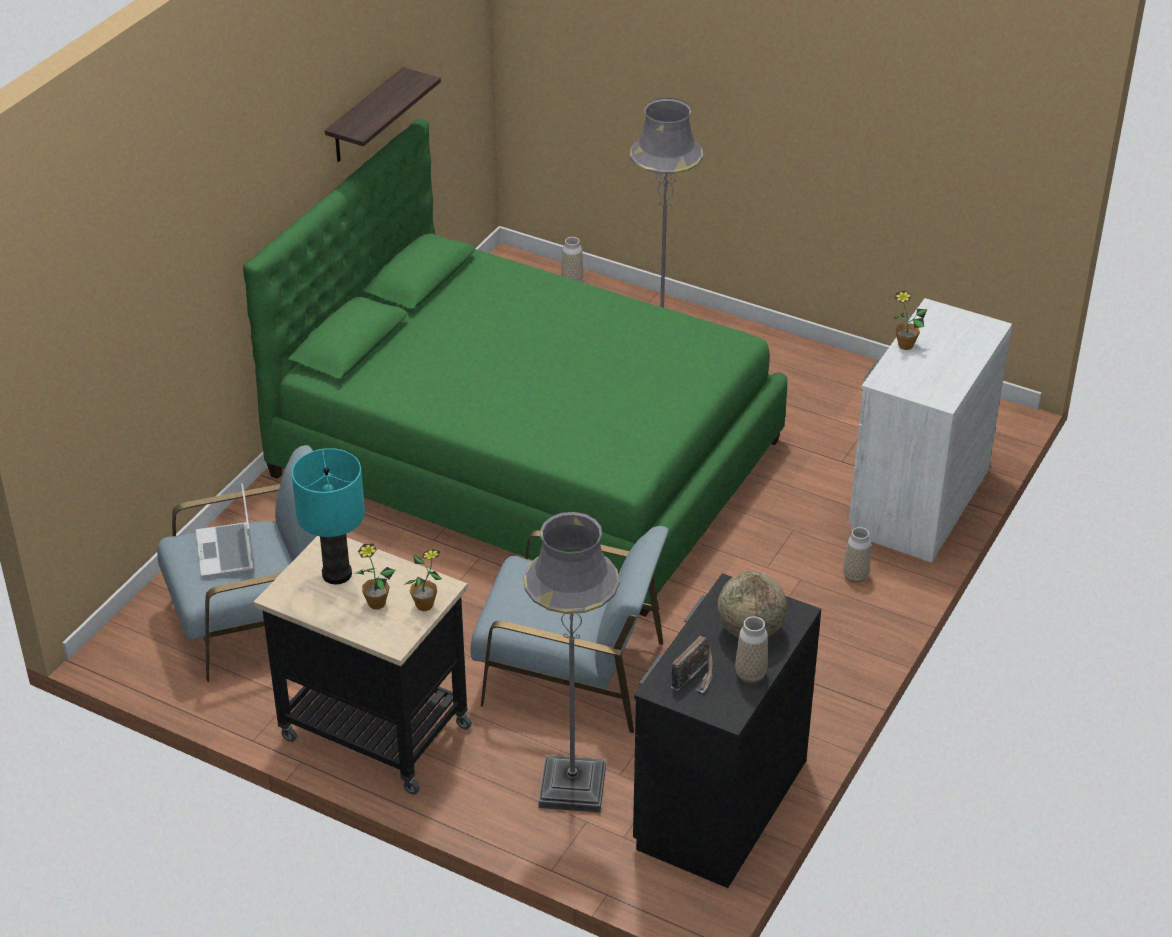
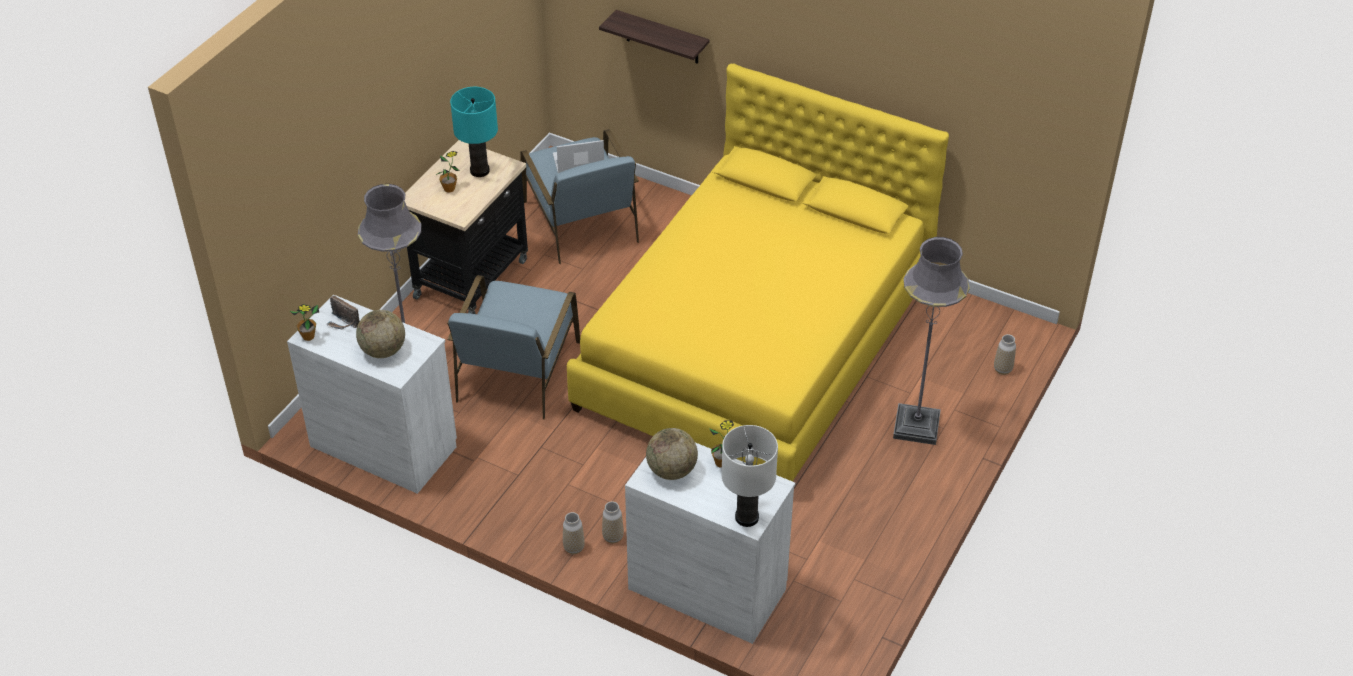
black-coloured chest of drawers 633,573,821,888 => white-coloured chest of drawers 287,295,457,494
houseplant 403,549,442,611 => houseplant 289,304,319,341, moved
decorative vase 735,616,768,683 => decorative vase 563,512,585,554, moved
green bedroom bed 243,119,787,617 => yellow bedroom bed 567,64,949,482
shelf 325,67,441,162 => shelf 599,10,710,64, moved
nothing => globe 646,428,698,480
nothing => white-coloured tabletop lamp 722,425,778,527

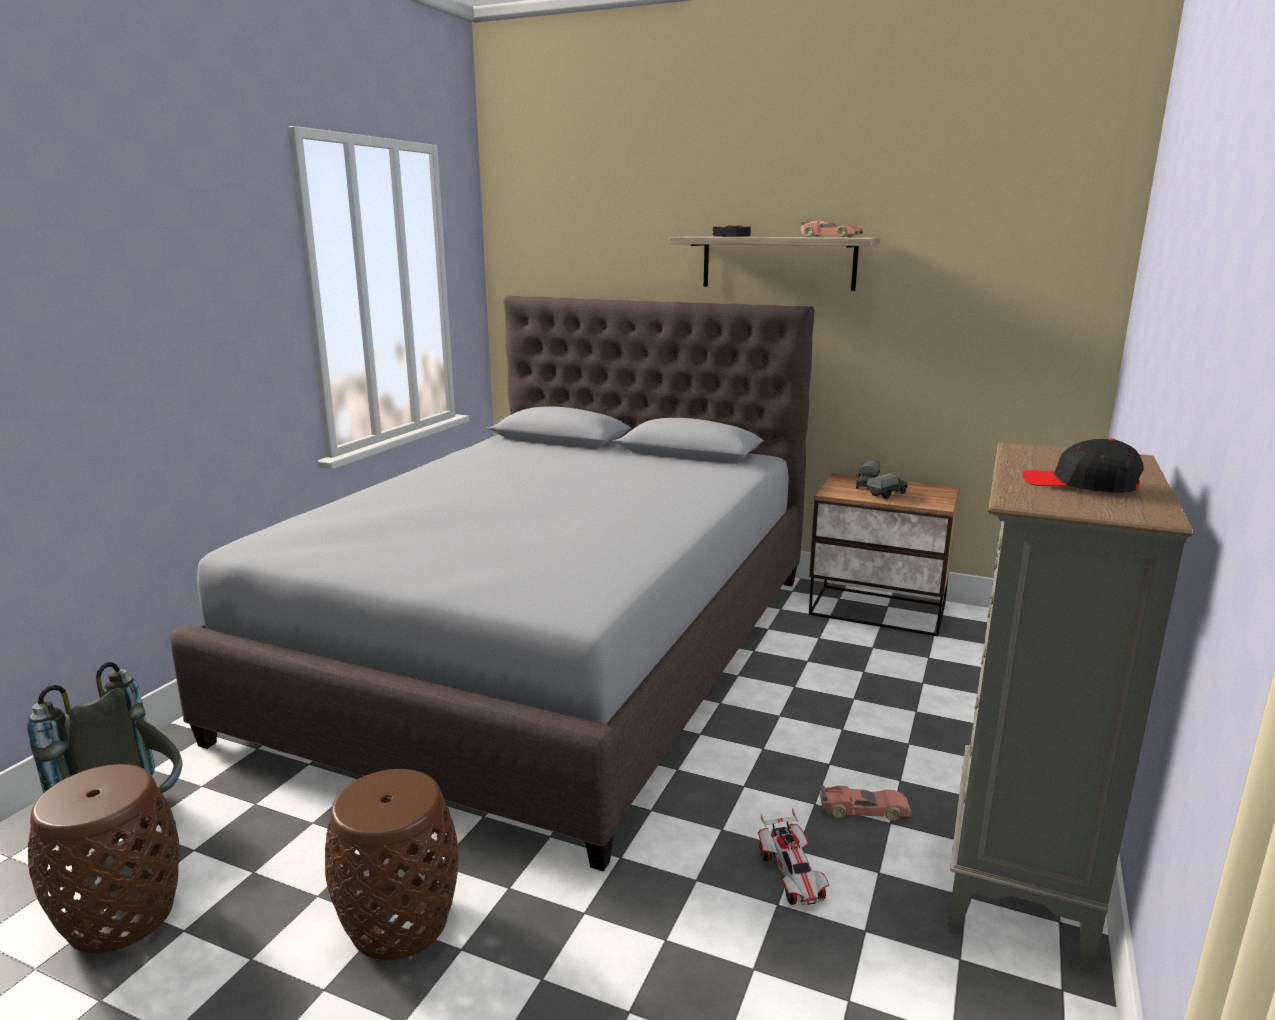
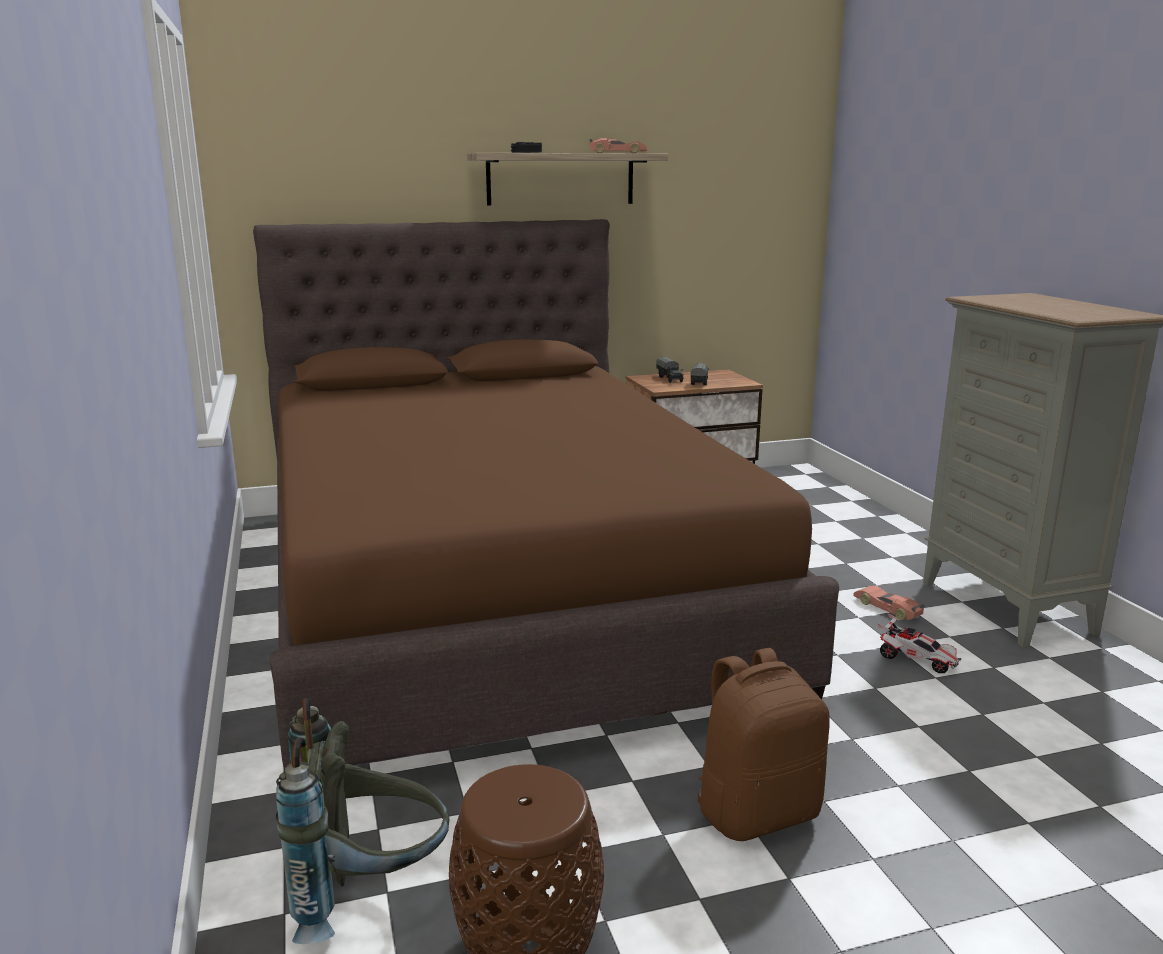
greyish bedroom bed 170,296,815,872 => brown-coloured bedroom bed 253,219,839,770
brown-coloured sitting stool 325,769,458,960 => brown-coloured knapsack 697,648,830,841
toy car 820,785,912,821 => toy car 853,585,924,620, 90 degrees counterclockwise
black-coloured baseball cap 1022,438,1143,492 => nothing

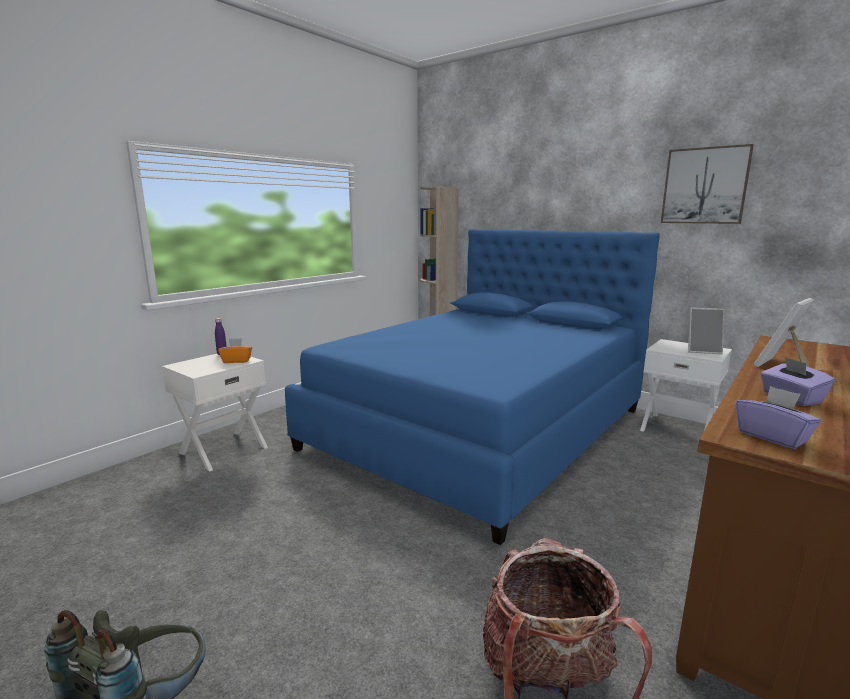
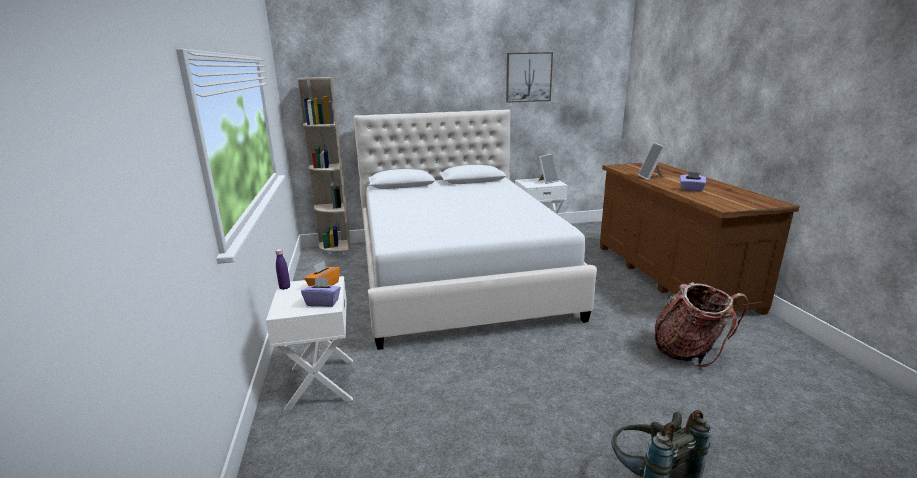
purple-coloured box of tissues 736,386,821,449 => purple-coloured box of tissues 301,278,341,307, moved
bluish bedroom bed 285,229,660,545 => white-coloured bedroom bed 354,109,597,350

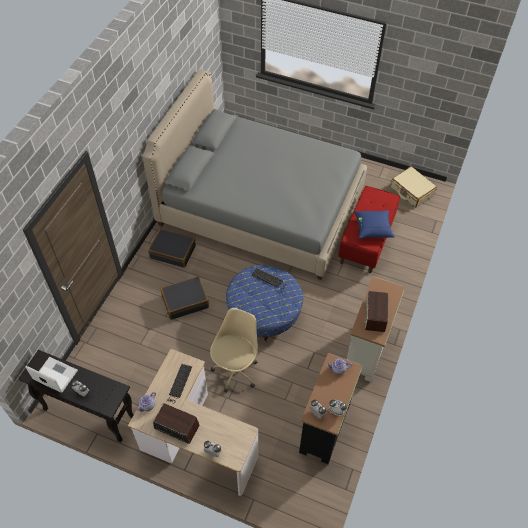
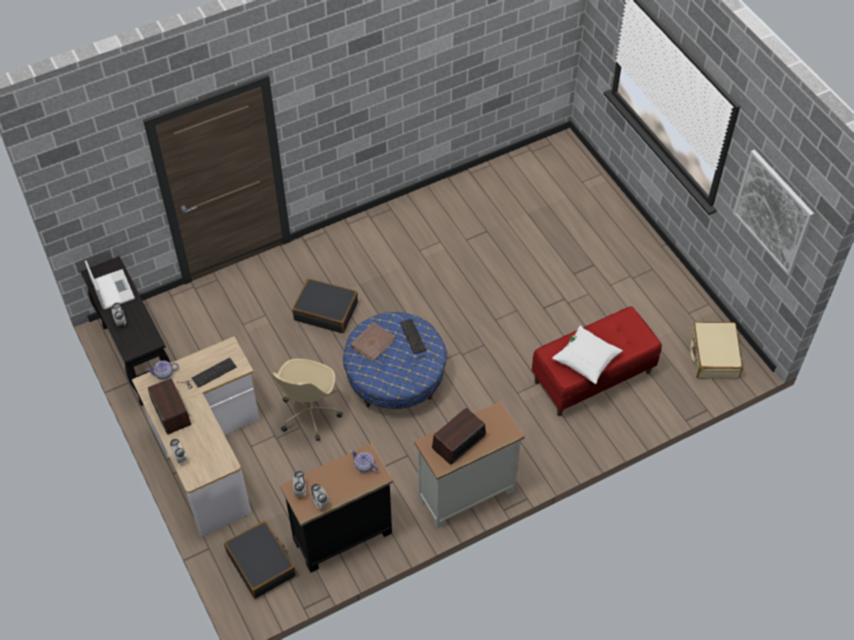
black-coloured suitcase 148,229,196,268 => black-coloured suitcase 224,521,296,599, moved
beige-coloured office chair 210,308,258,393 => beige-coloured office chair 273,359,342,441, 135 degrees clockwise
nothing => brown-coloured volume 350,322,395,362
bluish pillow 354,210,395,239 => white-coloured pillow 552,325,623,384
nothing => wall art 733,149,814,276
greyish bedroom bed 142,70,367,280 => nothing

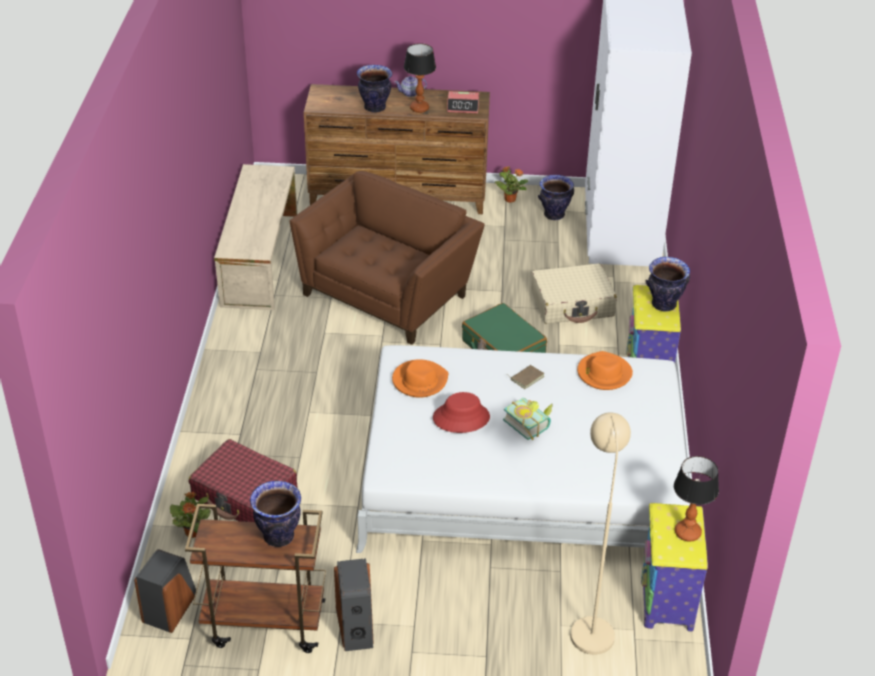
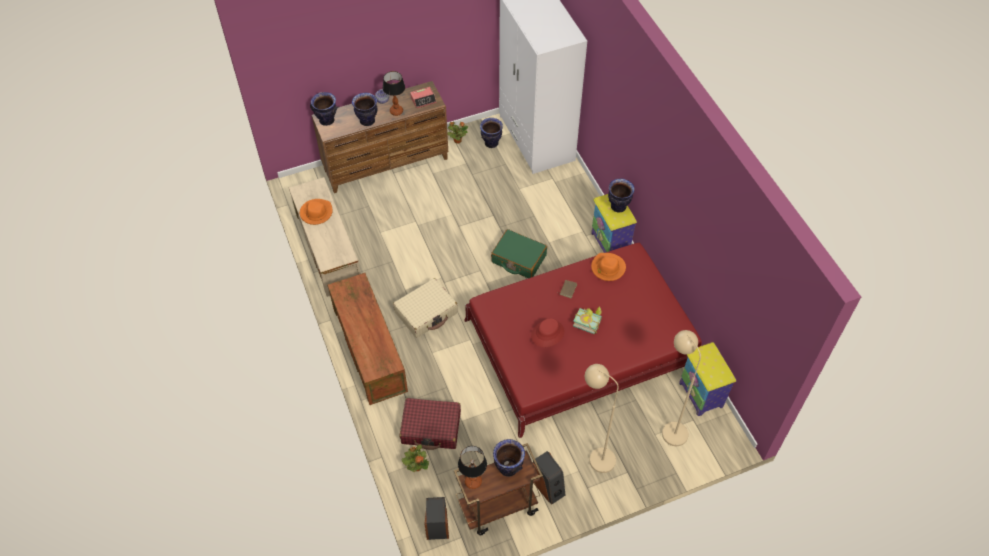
orange clothing hat 392,359,448,398 => orange clothing hat 300,199,333,225, moved
nothing => decorative vase 310,92,338,126
nothing => brown-coloured indoor bench 327,273,408,405
beige-coloured suitcase 531,263,617,324 => beige-coloured suitcase 393,278,458,338, moved
tabletop lamp 674,456,719,541 => tabletop lamp 458,446,487,489, moved
white-coloured bedroom bed 356,345,690,553 => reddish bedroom bed 464,243,702,438
nothing => beige-coloured standing lamp 585,364,619,473
brown-coloured armchair 289,171,485,345 => nothing

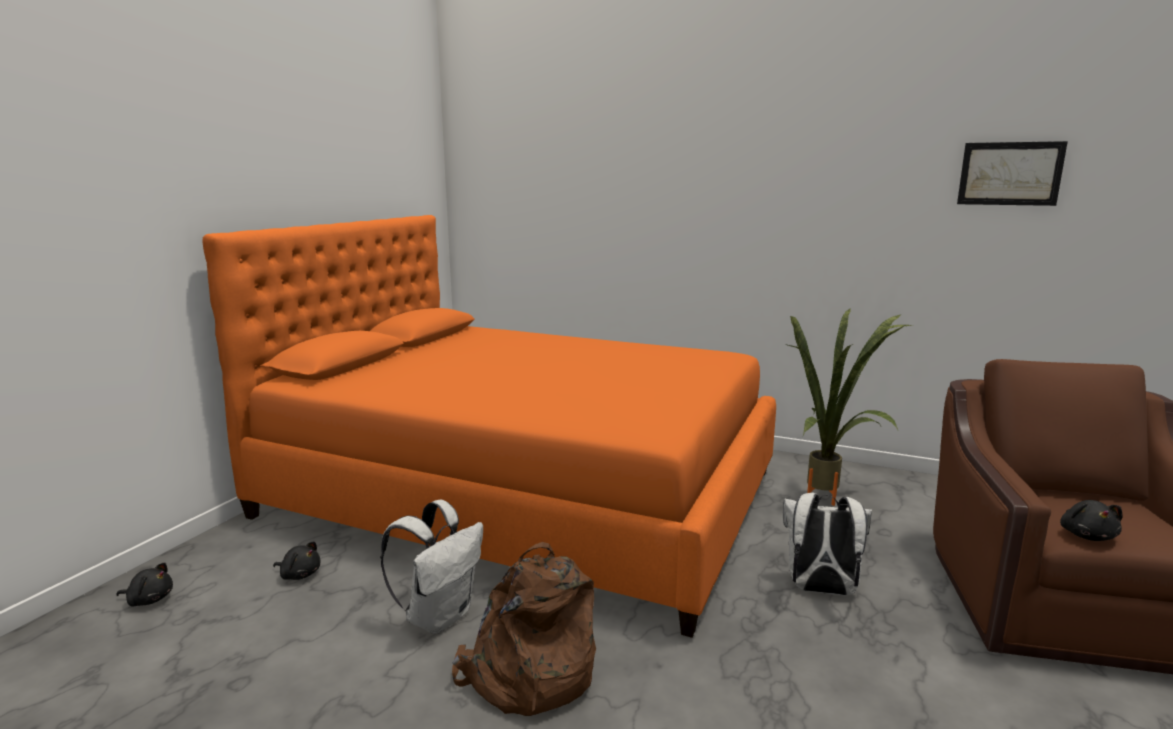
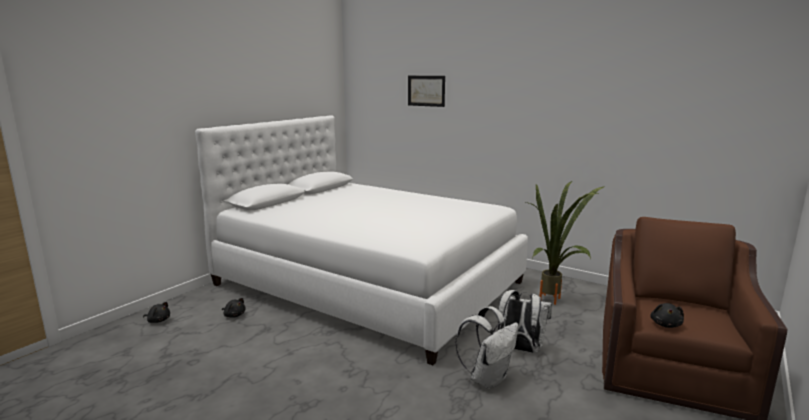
orange bedroom bed 202,215,776,638 => white-coloured bedroom bed 195,115,528,365
wall art 957,141,1068,206 => wall art 408,76,445,107, moved
white-coloured knapsack 380,500,483,634 => white-coloured knapsack 455,306,518,389, moved
brown-coloured knapsack 452,542,596,716 => nothing

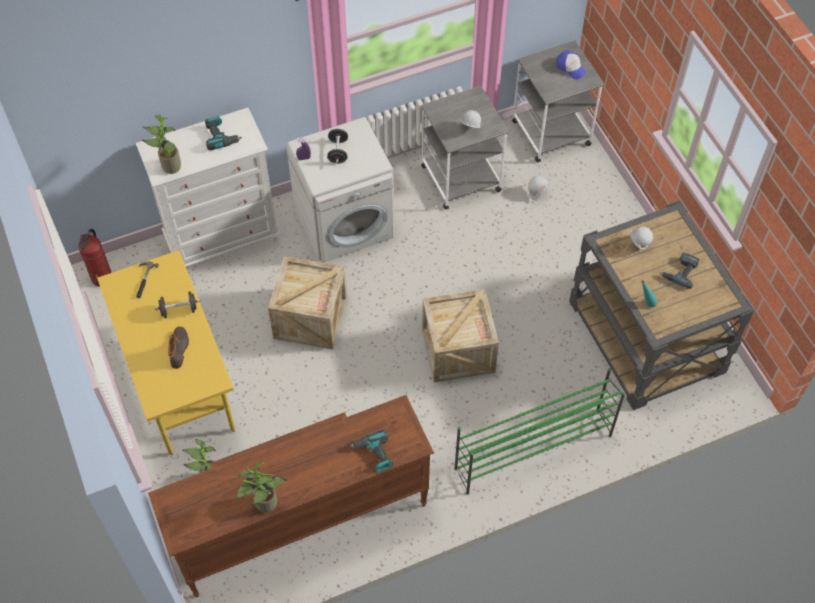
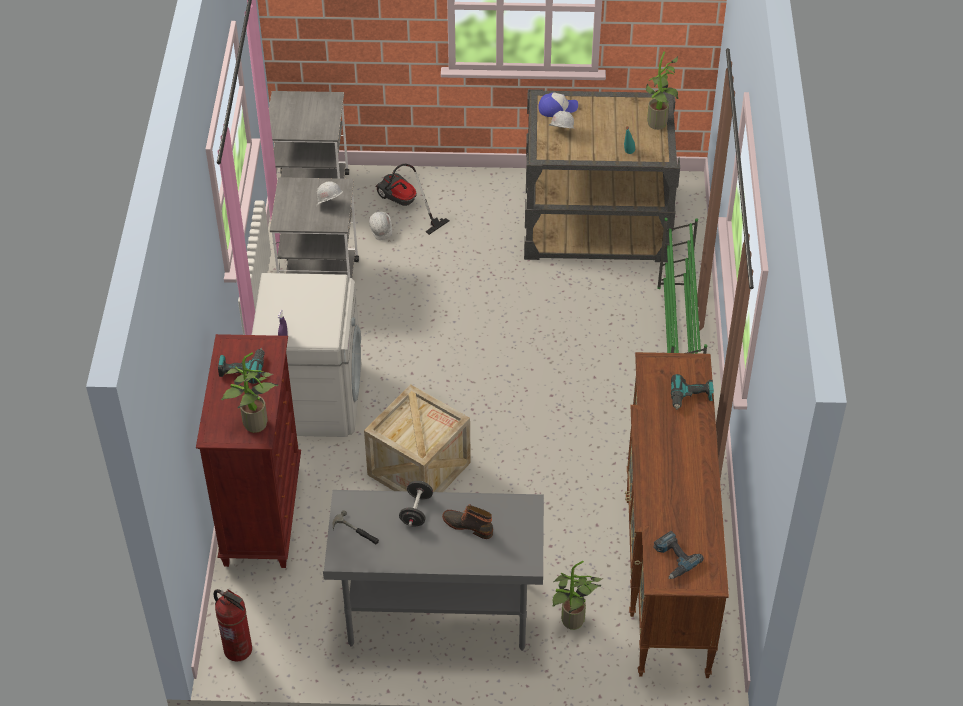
white-coloured chest of drawers 136,108,280,266 => reddish chest of drawers 196,334,301,568
yellow desk table 96,251,235,455 => greyish desk table 323,490,544,651
nothing => vacuum 375,163,449,235
baseball cap 556,51,587,80 => baseball cap 538,92,578,117, moved
houseplant 236,462,287,513 => houseplant 646,52,678,130, moved
drill 660,252,700,289 => drill 653,531,704,579, moved
black-coloured free weight 327,129,348,163 => nothing
packing crate 422,289,499,383 => nothing

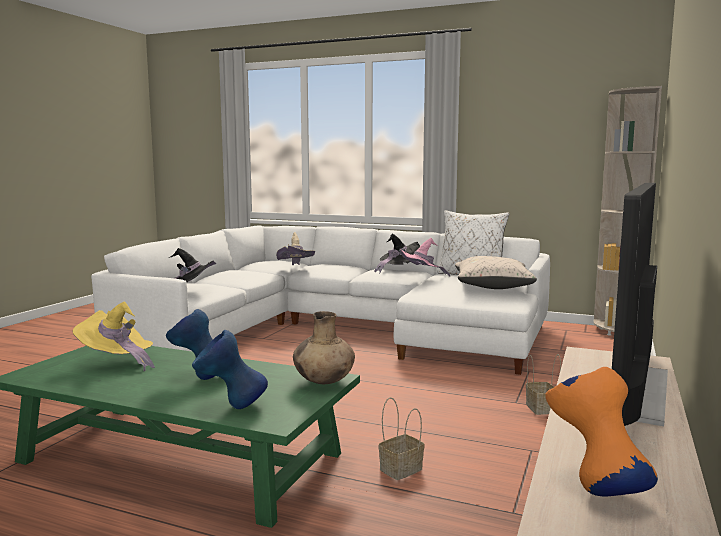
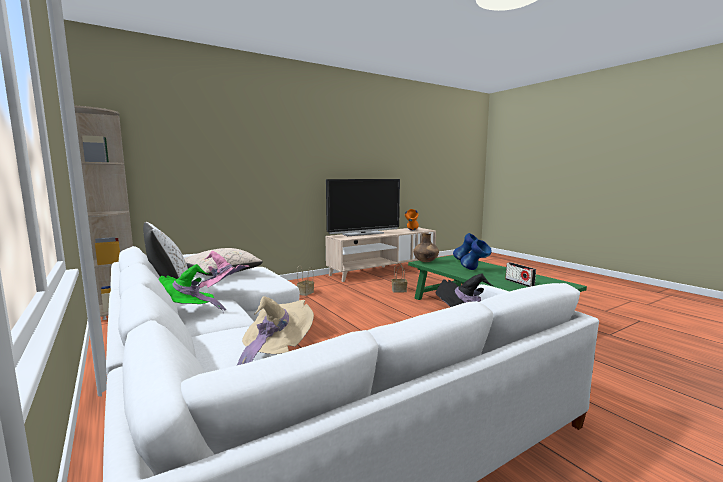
black-coloured clothing hat 374,234,420,273 => green clothing hat 158,264,226,313
yellow clothing hat 73,302,155,371 => radio 505,262,536,287

